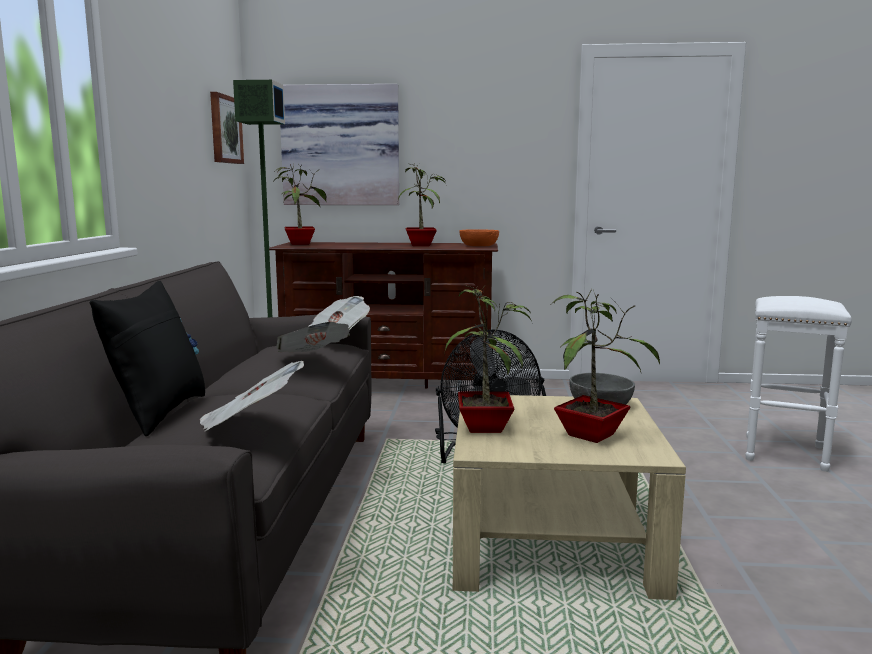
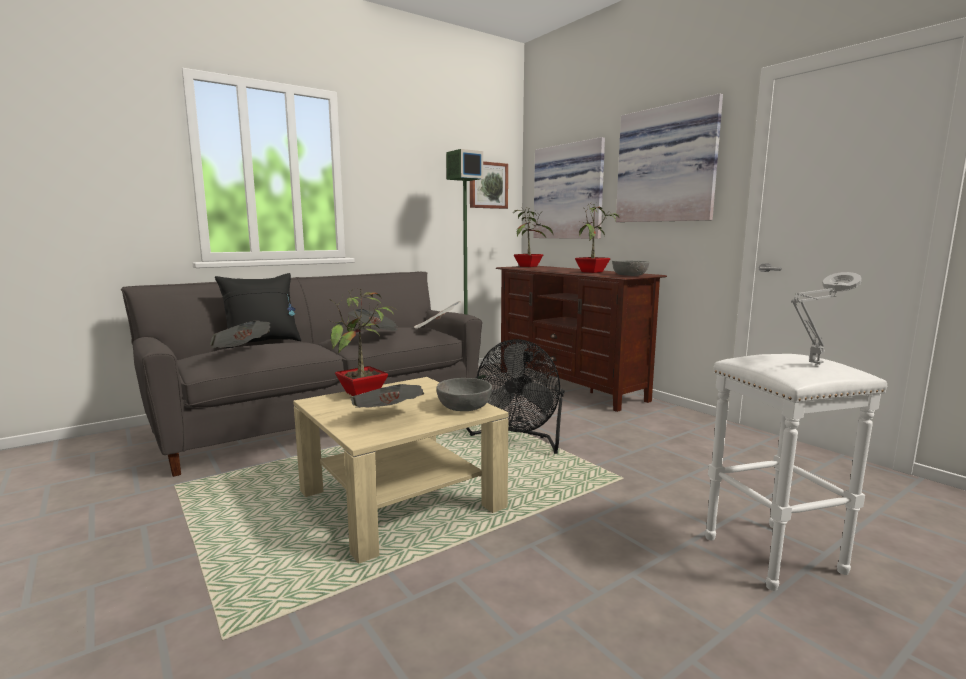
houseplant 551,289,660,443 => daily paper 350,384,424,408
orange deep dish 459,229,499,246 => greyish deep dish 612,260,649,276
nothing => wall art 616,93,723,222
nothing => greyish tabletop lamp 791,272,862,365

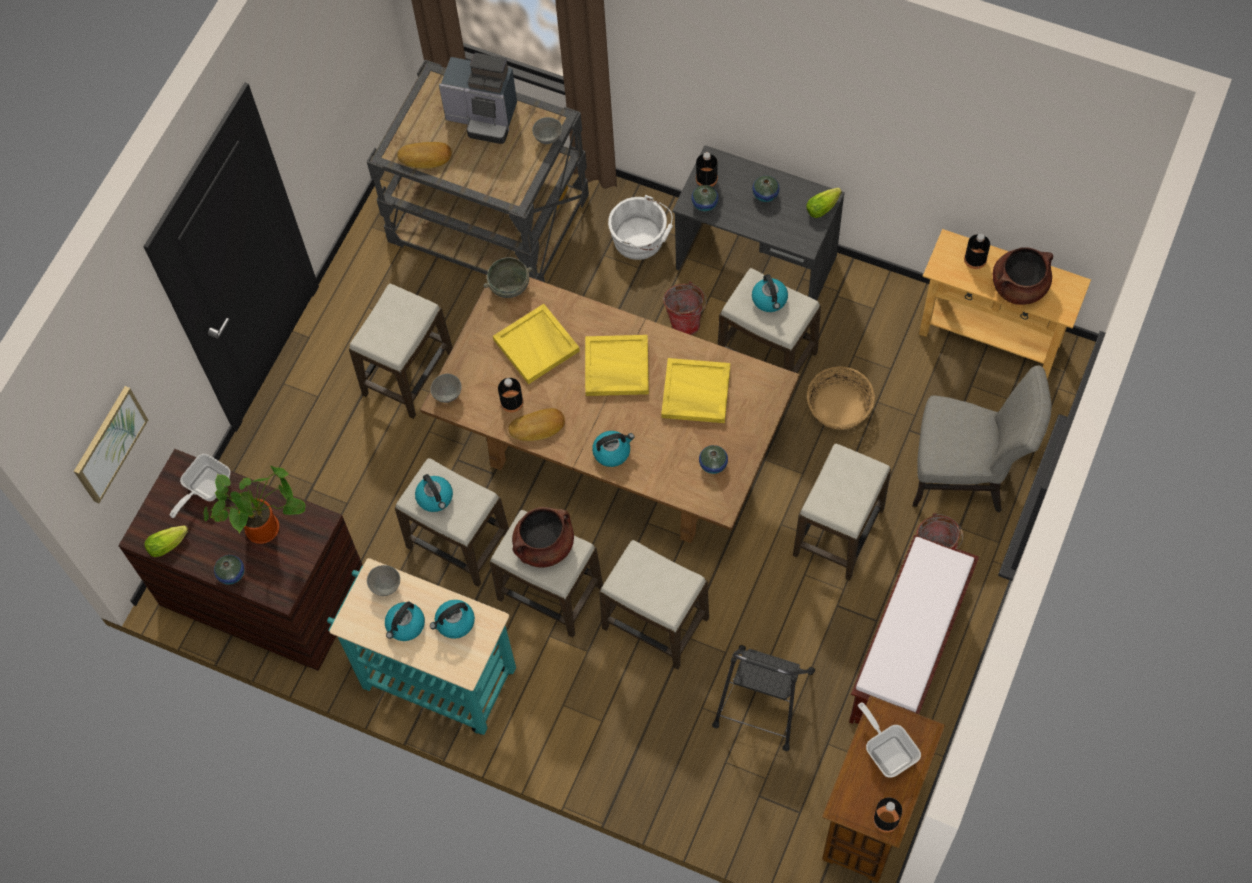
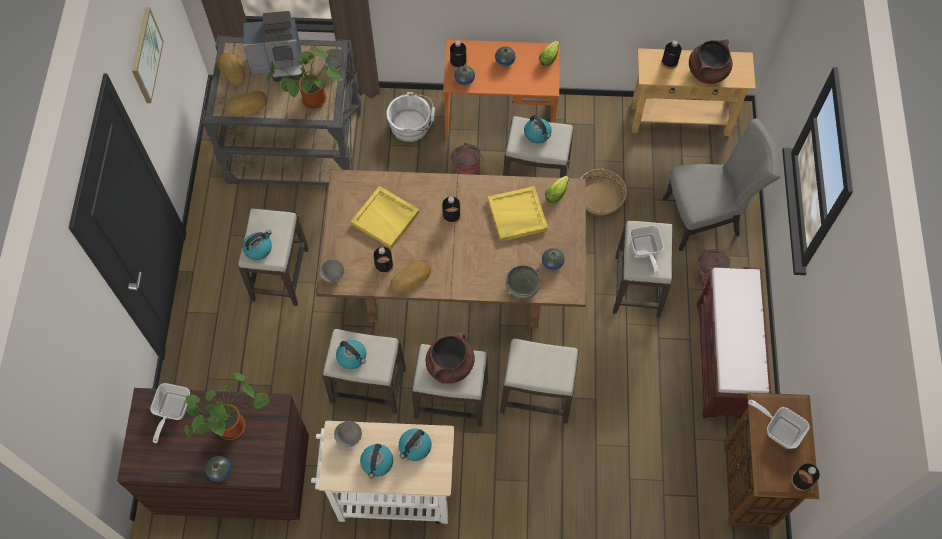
wall art 74,386,148,503 => wall art 132,7,164,103, moved
nothing => bread 217,53,245,87
tea kettle 592,431,634,467 => tea kettle 243,230,272,260, moved
nothing => houseplant 267,48,344,109
turquoise wheeled cart 327,558,516,735 => white-coloured wheeled cart 311,421,454,524
yellow tray 585,335,649,396 => black-coloured bottle 442,197,461,224
greyish desk table 672,145,845,300 => orange desk table 443,40,560,140
greyish deep dish 483,257,533,298 => greyish deep dish 505,265,541,299, moved
lettuce head 145,525,188,557 => lettuce head 545,176,569,204, moved
nothing => pan 630,225,664,276
black-coloured step ladder 712,645,815,751 => nothing

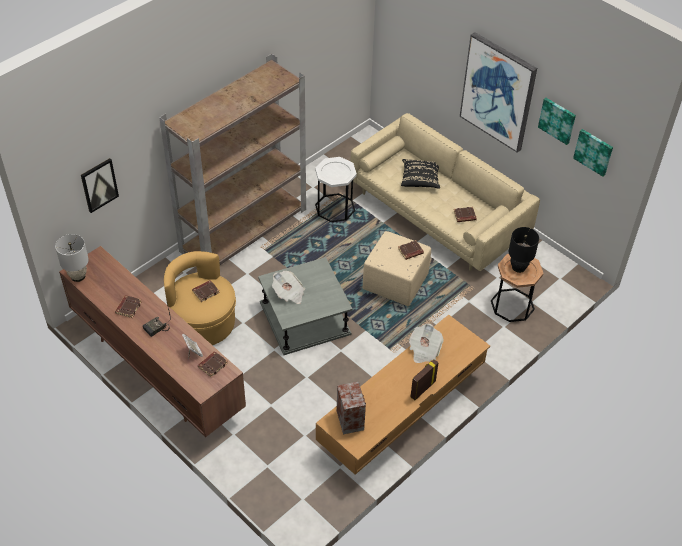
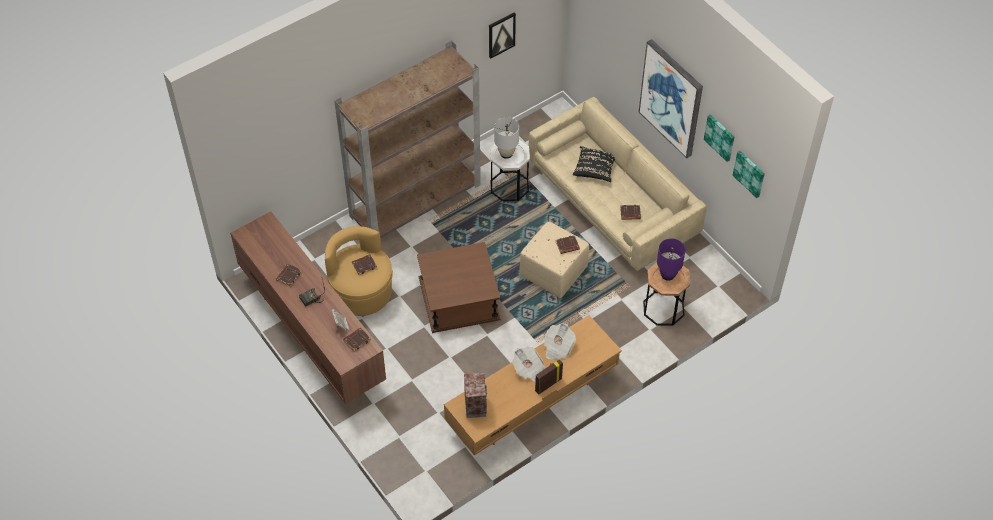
greyish accent table 258,257,353,355 => brown-coloured accent table 417,242,500,333
wall art 81,158,119,213 => wall art 489,12,516,59, moved
white-coloured tabletop lamp 55,234,89,282 => white-coloured tabletop lamp 494,117,519,159, moved
daily paper 272,271,305,304 => daily paper 512,347,546,382, moved
black-coloured tabletop lamp 509,227,539,273 => purple-coloured tabletop lamp 657,238,685,281

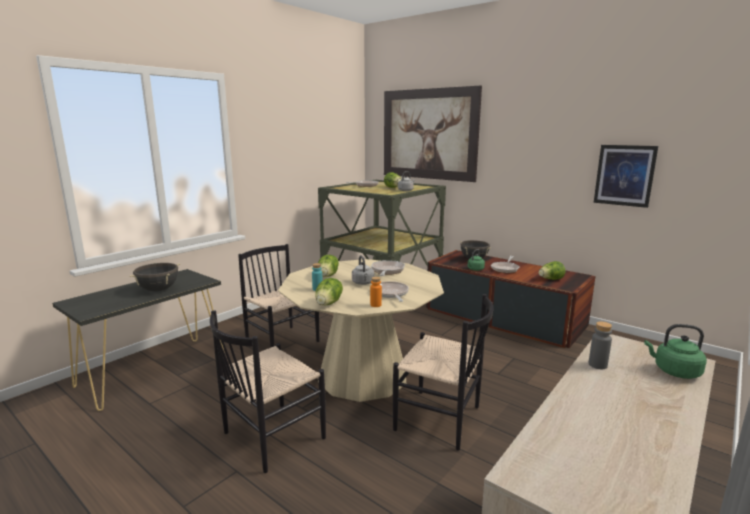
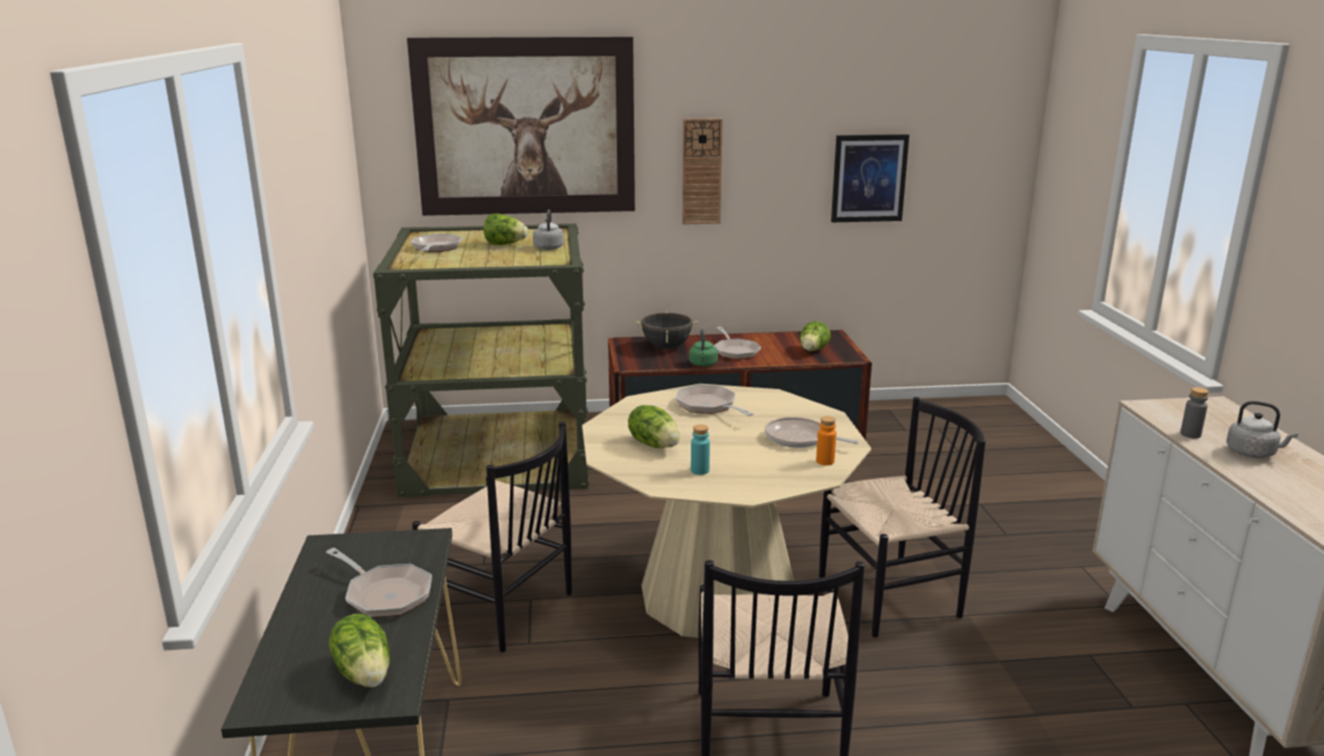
black-coloured saucepot 130,263,180,291 => pan 326,548,432,618
lettuce head 315,278,343,305 => lettuce head 329,614,390,688, moved
black-coloured chair 238,244,319,348 => black-coloured chair 412,421,572,652, 150 degrees counterclockwise
nothing => clock on the wall 682,118,723,225
greyish tea kettle 352,255,374,285 => greyish tea kettle 1226,401,1298,458, moved
green tea kettle 644,324,707,379 => nothing

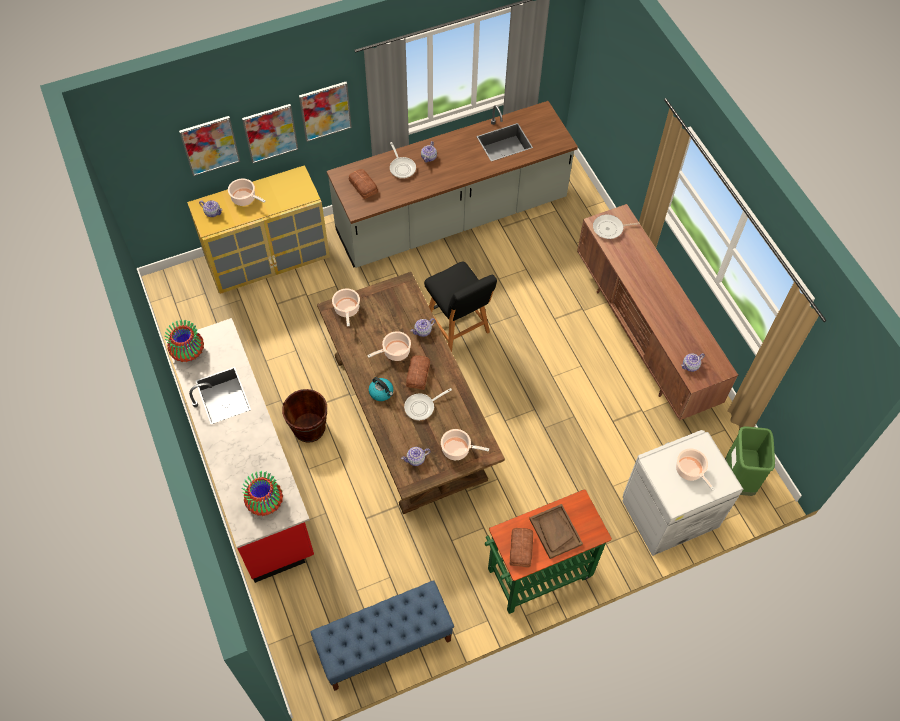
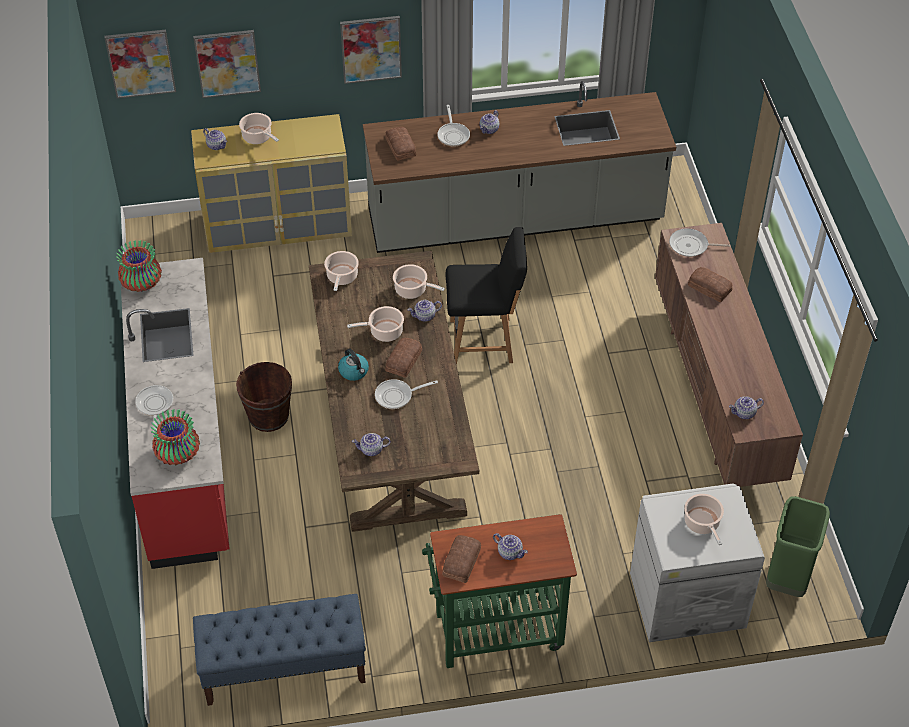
wall art 242,104,298,163 => wall art 104,30,176,98, moved
nothing => pan 135,385,173,435
saucepot 441,429,489,460 => saucepot 393,264,445,299, moved
black-coloured chair 424,262,497,352 => black-coloured chair 446,227,527,365, 75 degrees counterclockwise
brown-coloured tray 529,504,583,559 => pot for tea 493,533,528,560
nothing => bread 688,267,733,302

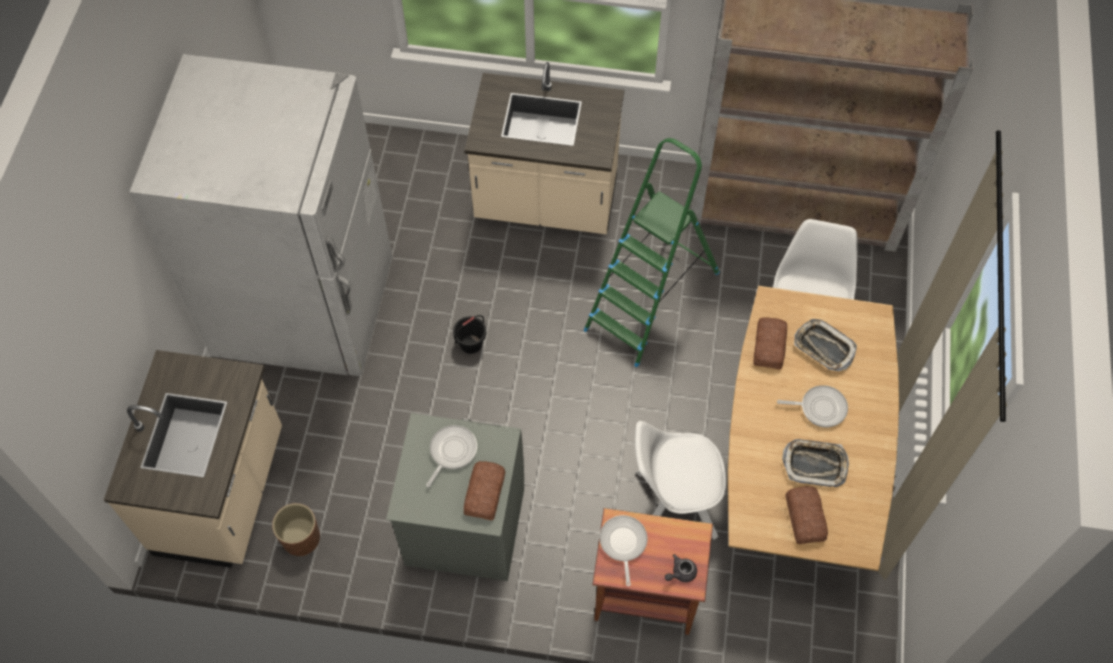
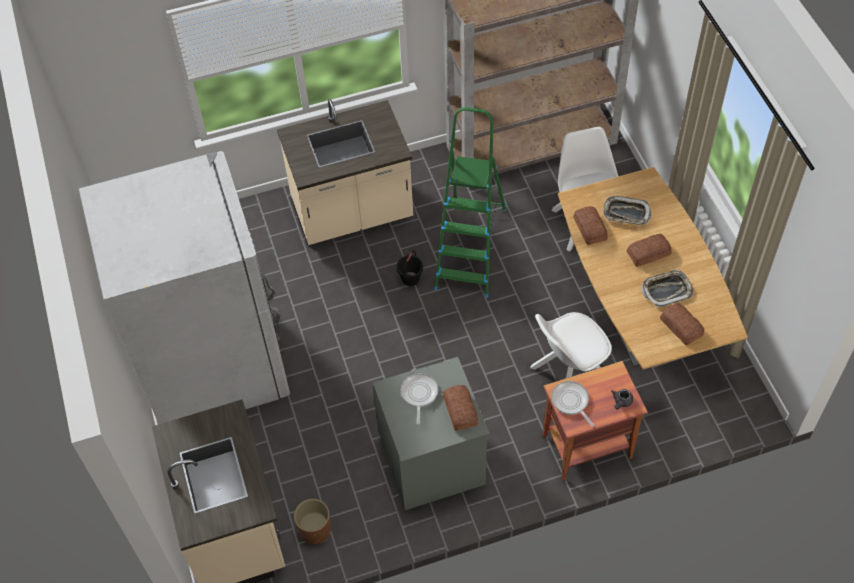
black-coloured pail 453,315,486,354 => black-coloured pail 397,250,423,286, moved
pan 777,385,848,427 => bread 627,234,672,267

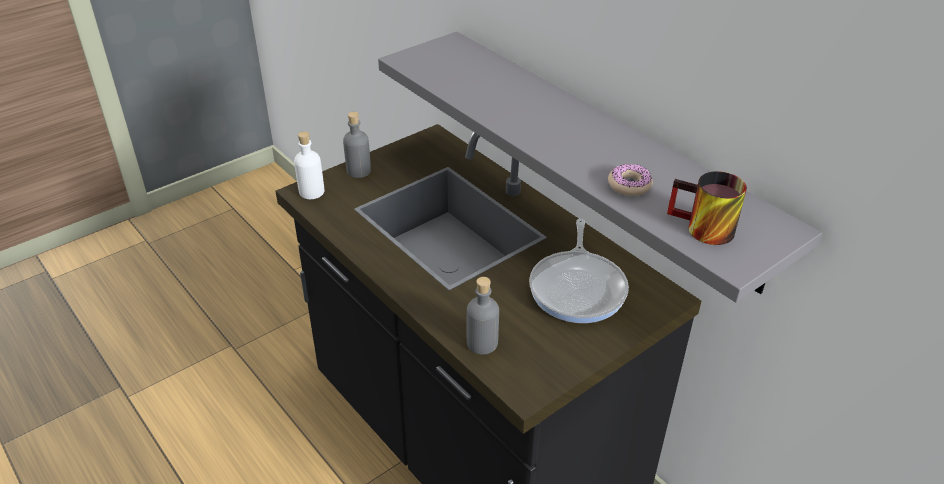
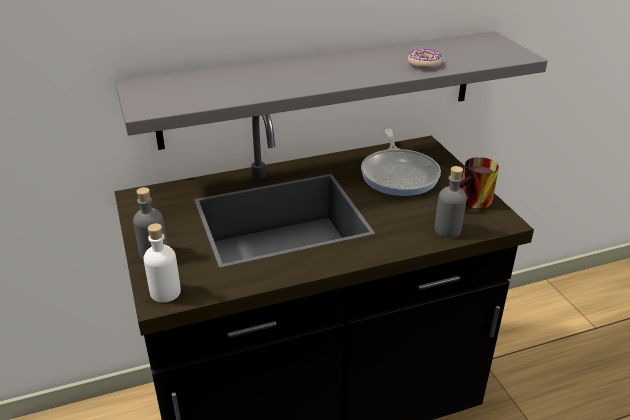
pan 529,219,629,323 => pan 361,129,441,196, 60 degrees clockwise
coffee mug 667,171,747,245 => coffee mug 459,157,499,209, moved

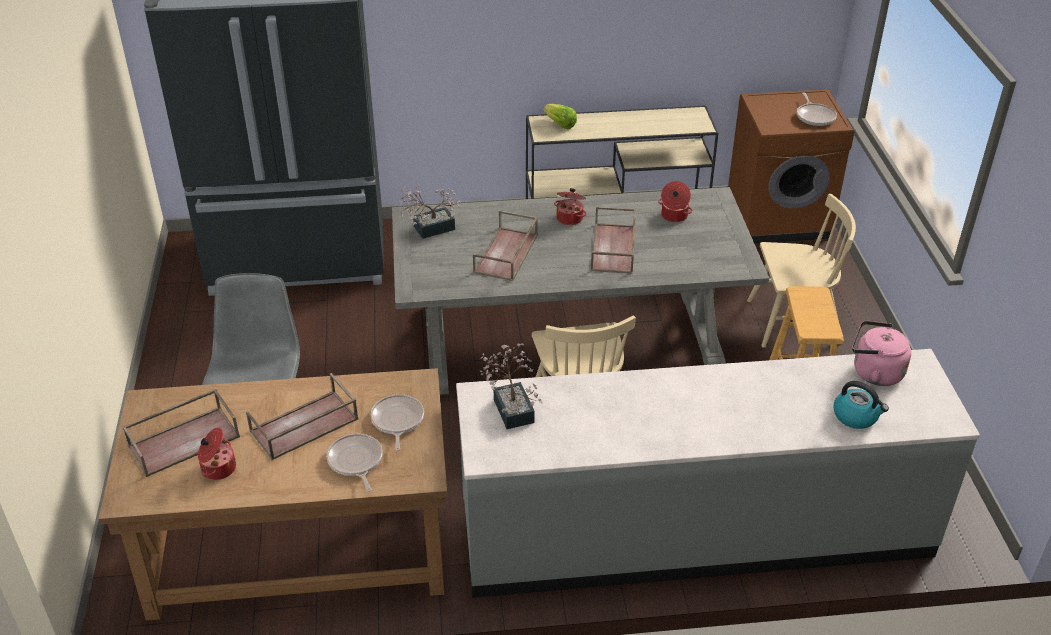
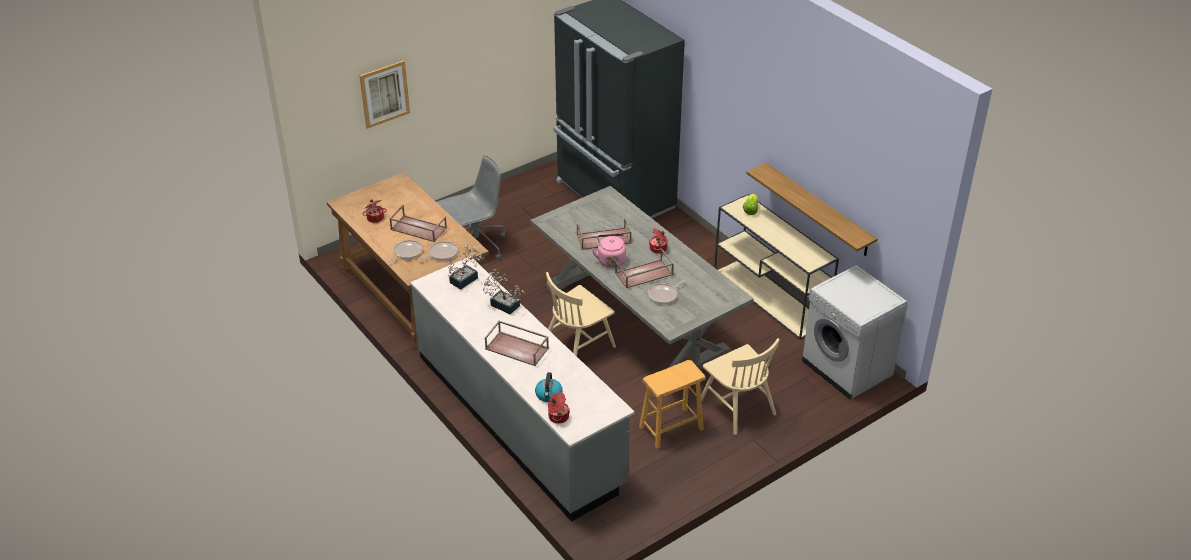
nothing => wall art 360,60,410,129
houseplant 399,185,460,239 => houseplant 481,268,525,315, moved
brown-coloured tray 123,389,240,477 => brown-coloured tray 485,320,549,366, moved
saucepot 658,181,693,222 => saucepot 548,392,570,424, moved
pink-coloured tea kettle 852,321,911,386 => pink-coloured tea kettle 592,234,626,268, moved
pan 797,92,837,126 => pan 648,280,685,304, moved
nothing => shelf 746,163,877,256
brown-coloured washing machine 728,89,854,243 => white-coloured washing machine 802,265,907,400

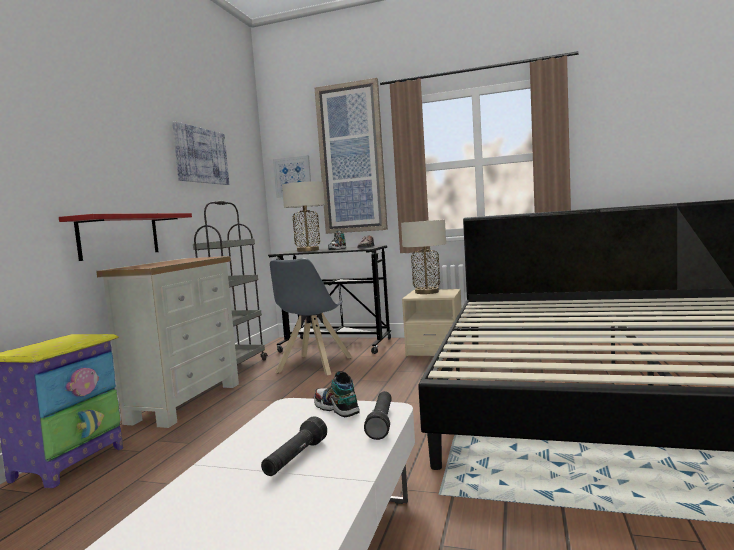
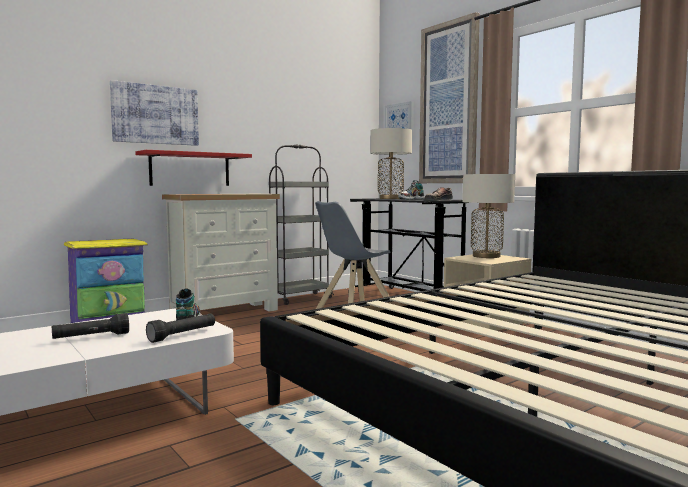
wall art 172,121,229,185 => wall art 110,80,199,146, moved

